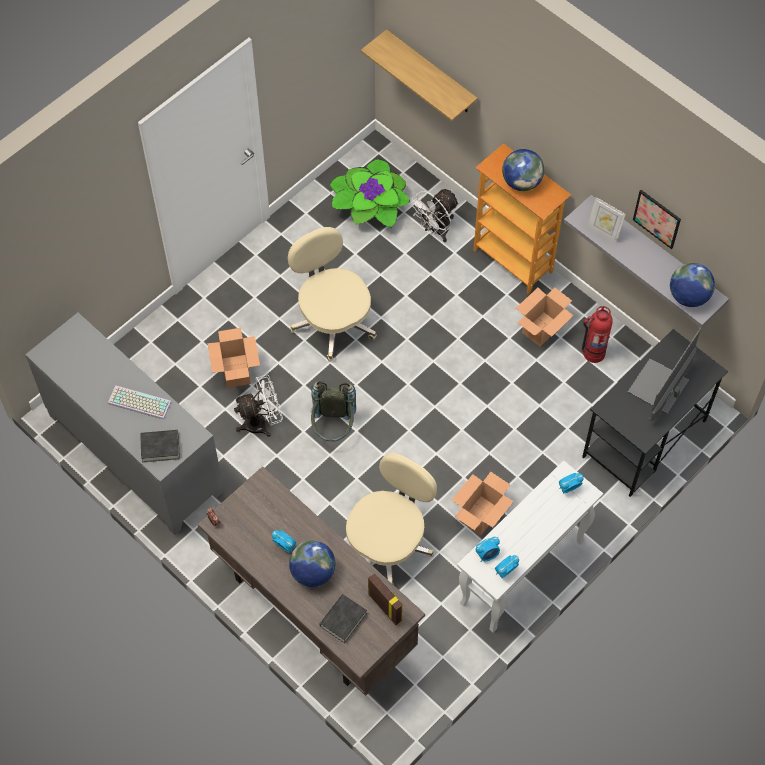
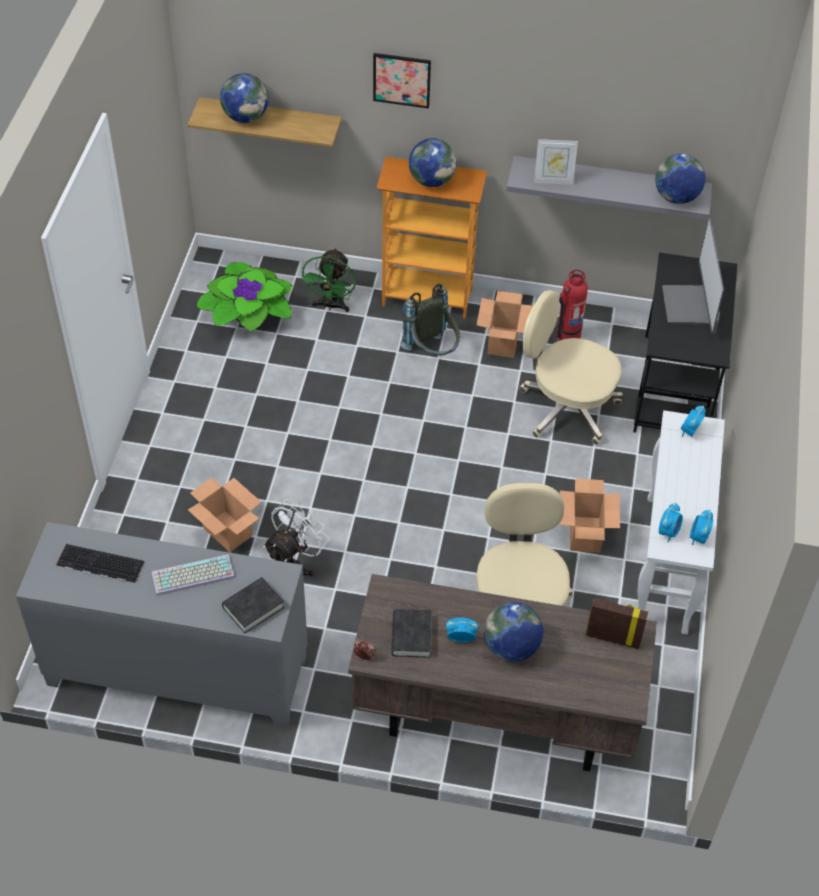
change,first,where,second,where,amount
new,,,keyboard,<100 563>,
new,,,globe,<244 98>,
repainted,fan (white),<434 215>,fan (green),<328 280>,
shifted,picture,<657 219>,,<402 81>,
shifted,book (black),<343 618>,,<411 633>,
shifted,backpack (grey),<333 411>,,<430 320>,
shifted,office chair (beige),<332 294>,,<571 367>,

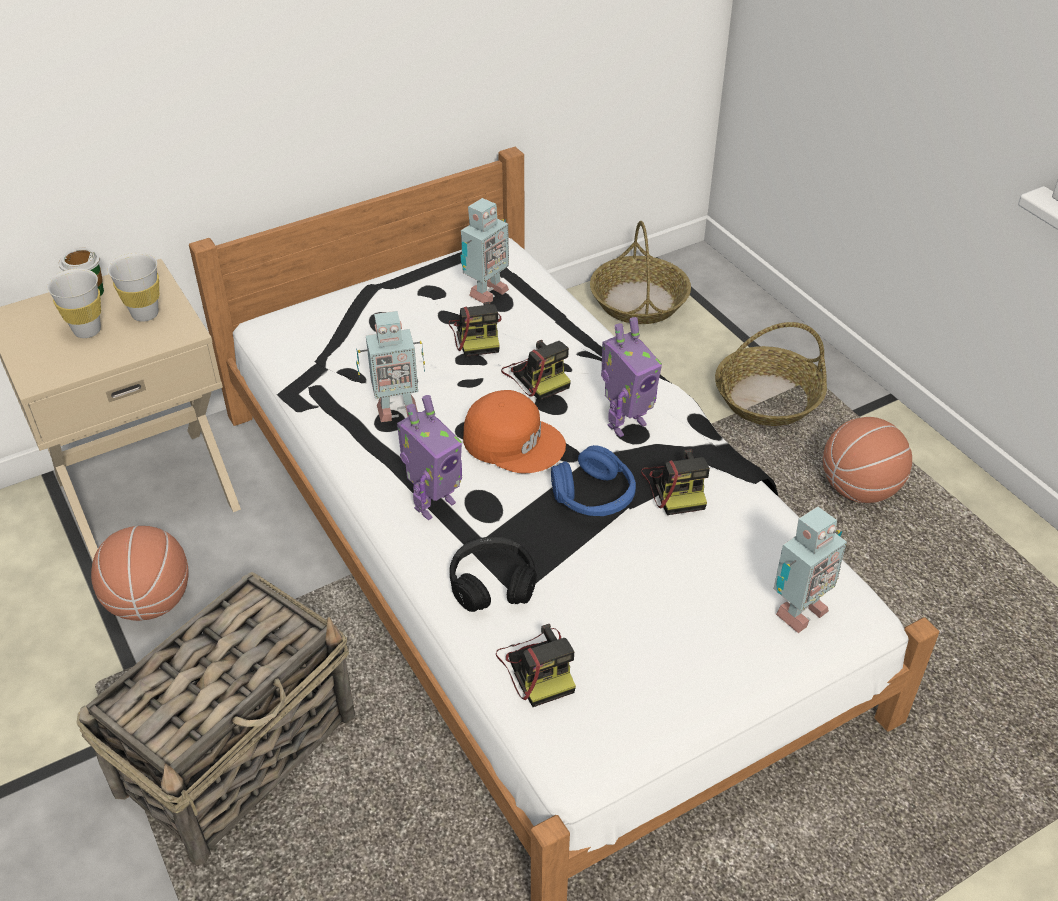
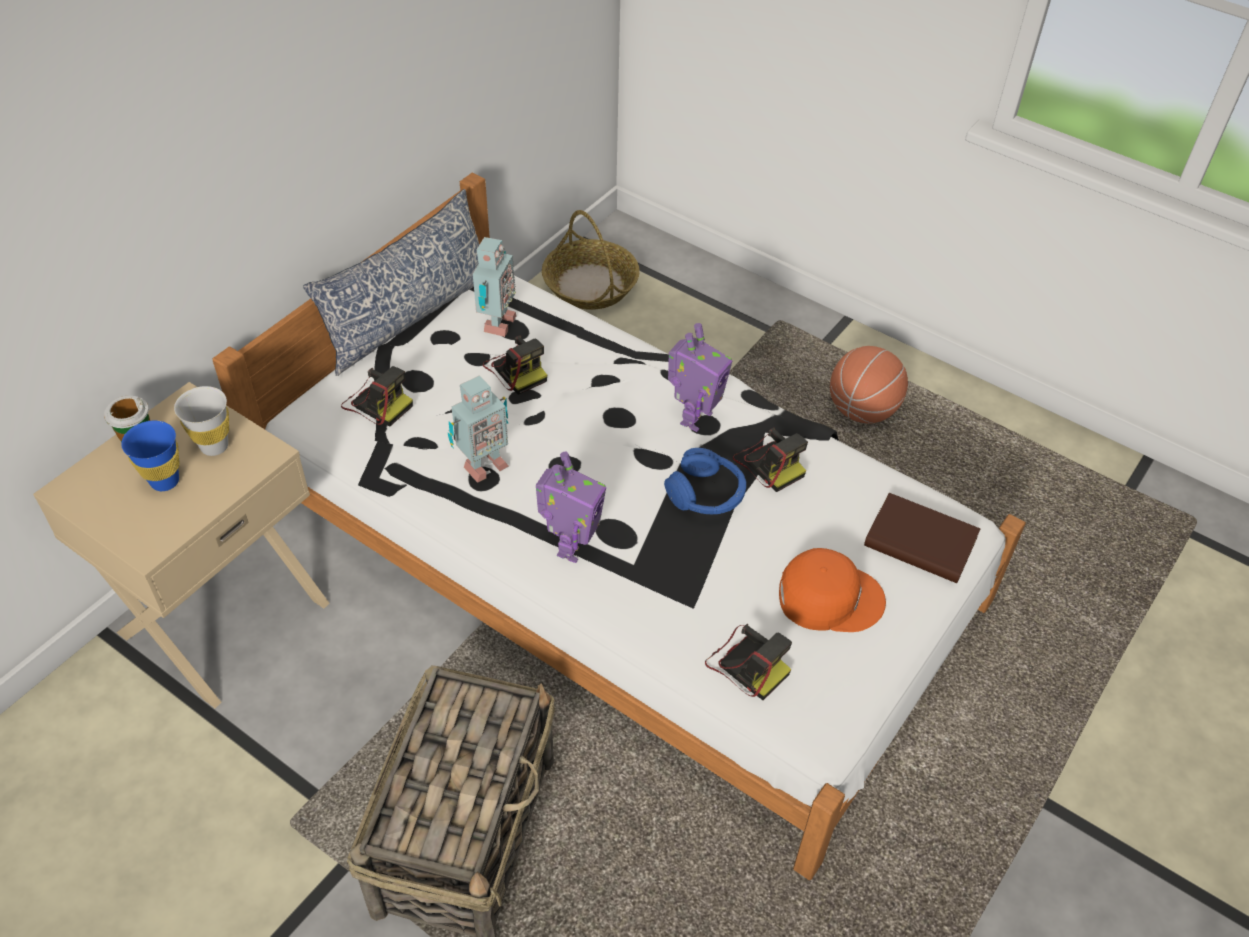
change,first,where,second,where,amount
repainted,cup (white),<74 303>,cup (blue),<150 455>,
new,,,pillow,<391 282>,
shifted,photo camera,<536 370>,,<377 396>,
shifted,cap (orange),<514 431>,,<832 590>,
swapped,toy robot,<810 569>,book (brown),<922 538>,
gone,basketball,<140 573>,,,
gone,headphones (black),<493 574>,,,
gone,basket,<771 374>,,,

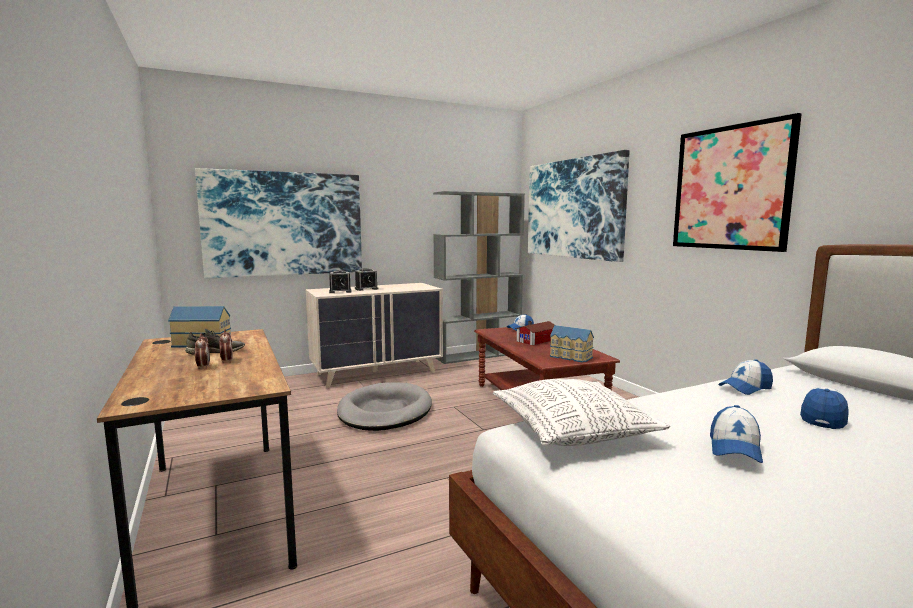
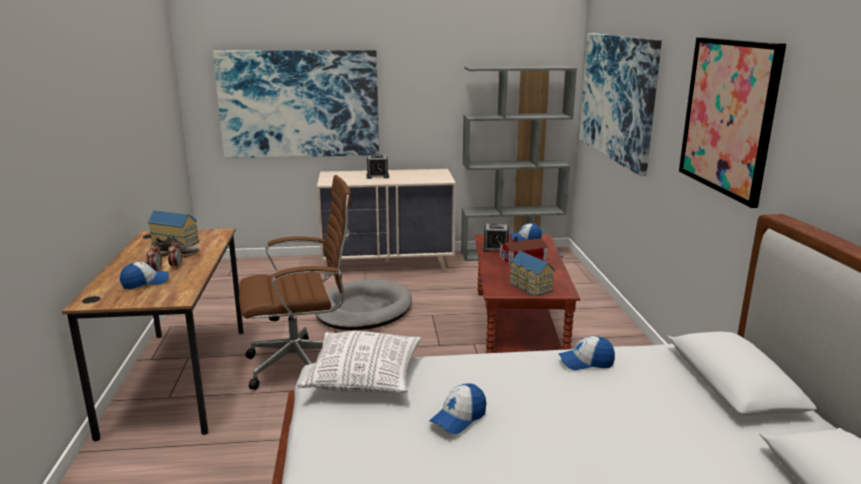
change,first,where,second,where,amount
shifted,cap,<824 408>,,<144 275>,
new,,,office chair (brown),<295 282>,
shifted,alarm clock,<340 281>,,<496 237>,

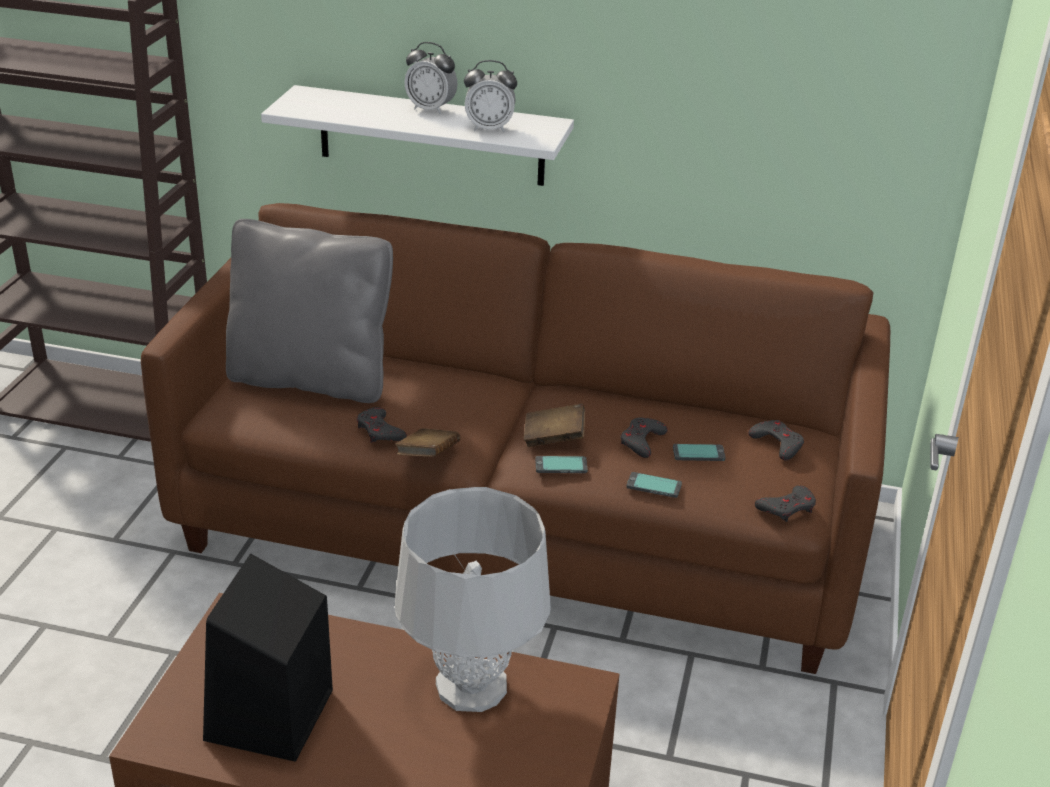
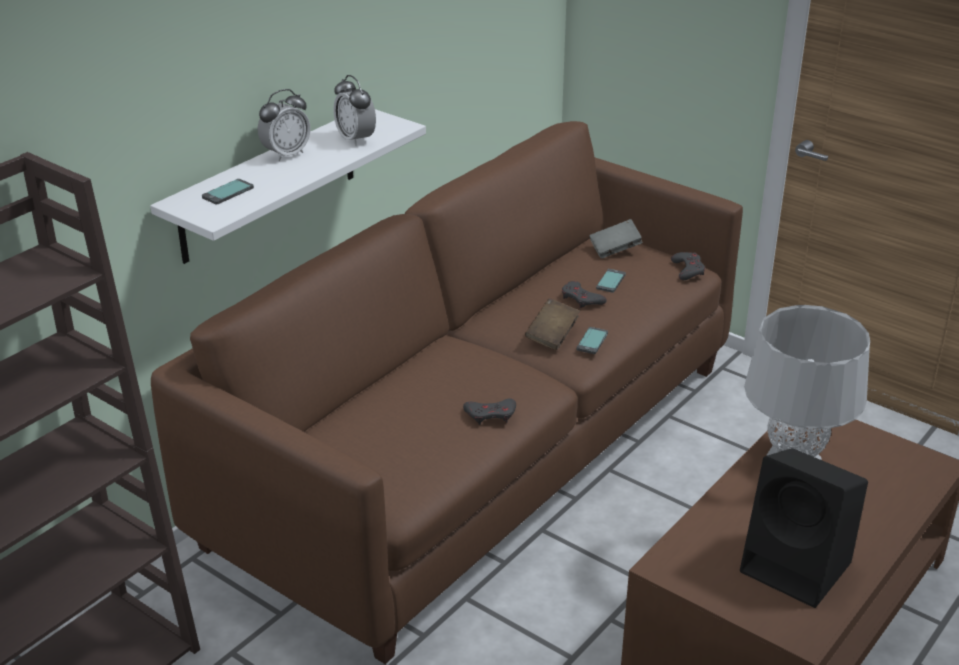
change,first,where,second,where,amount
shifted,phone,<654 485>,,<228 191>,
rotated,alarm clock,<490 96>,,<354 110>,120 degrees clockwise
swapped,game controller (grey),<776 440>,book (grey),<616 239>,
gone,pillow (grey),<309 311>,,,
gone,book (brown),<428 442>,,,

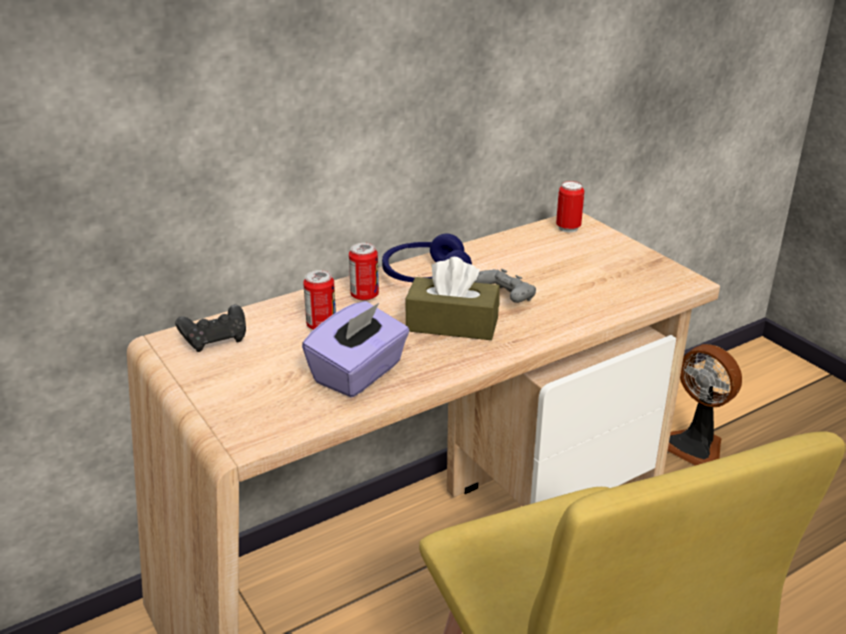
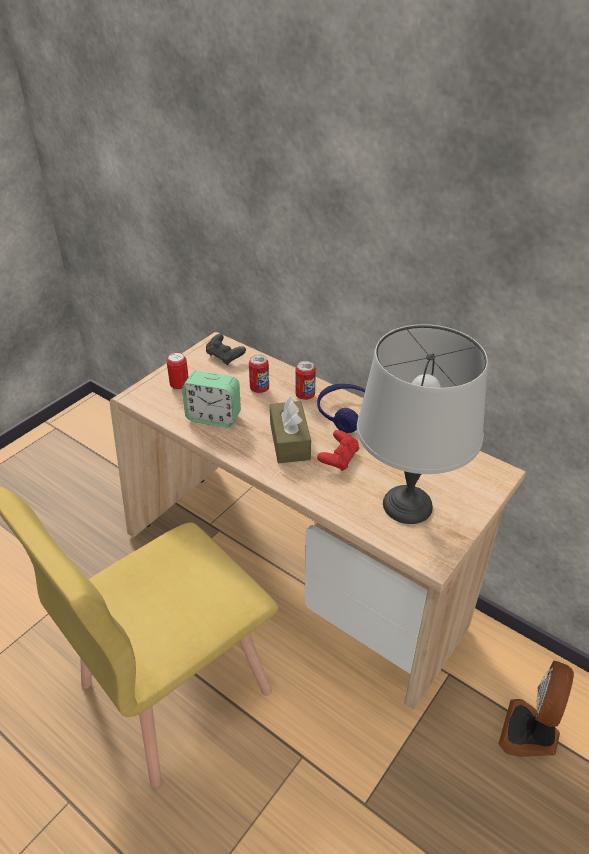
change,first,where,second,where,amount
shifted,can,<570 207>,,<177 371>,
swapped,tissue box (purple),<356 349>,alarm clock,<211 399>,
repainted,game controller (grey),<505 286>,game controller (red),<338 450>,
new,,,table lamp (grey),<422 424>,

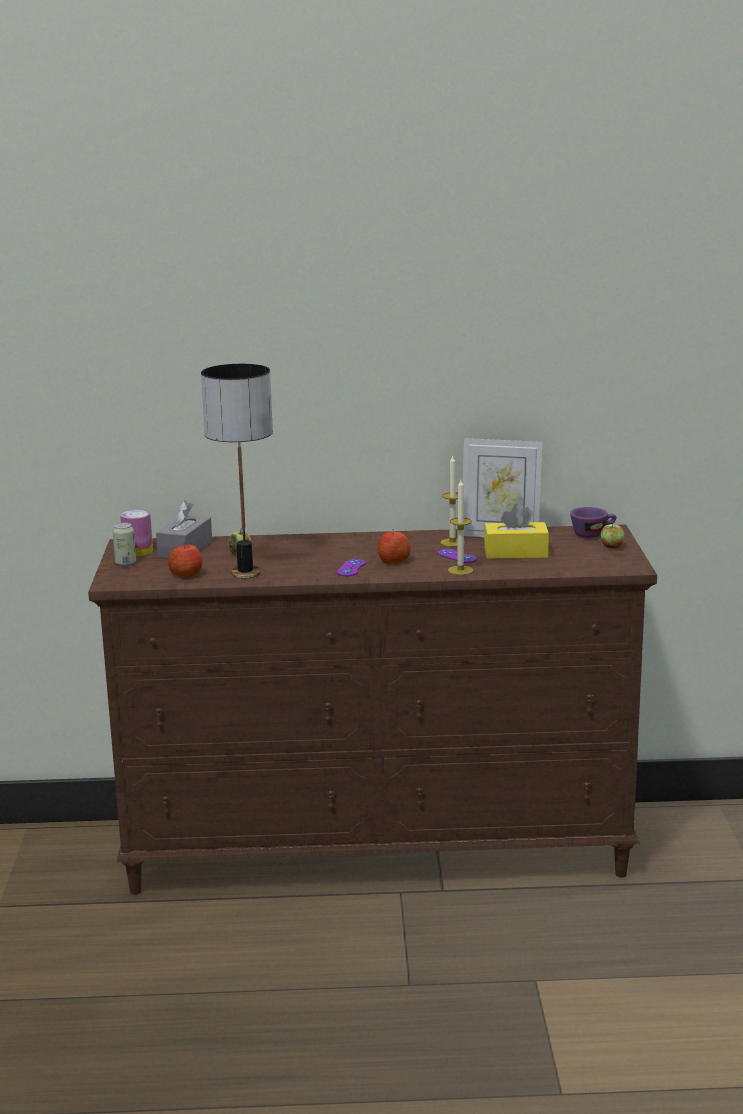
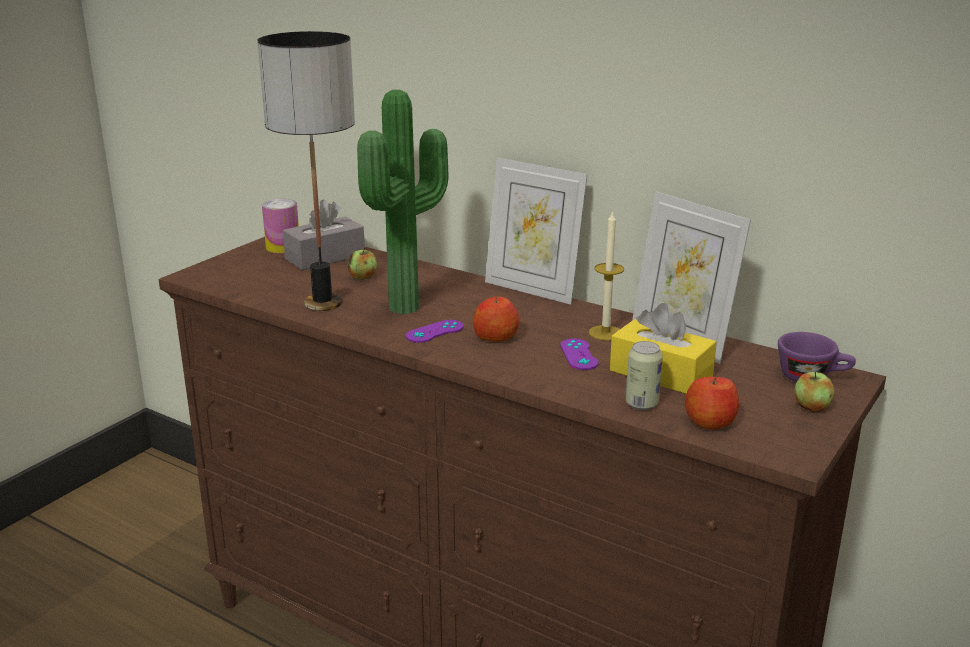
change,first,where,second,where,amount
new,,,potted plant,<403 201>,
new,,,picture frame,<536 231>,
shifted,can,<124 544>,,<644 375>,
shifted,apple,<185 560>,,<712 401>,
gone,candle,<460 527>,,,

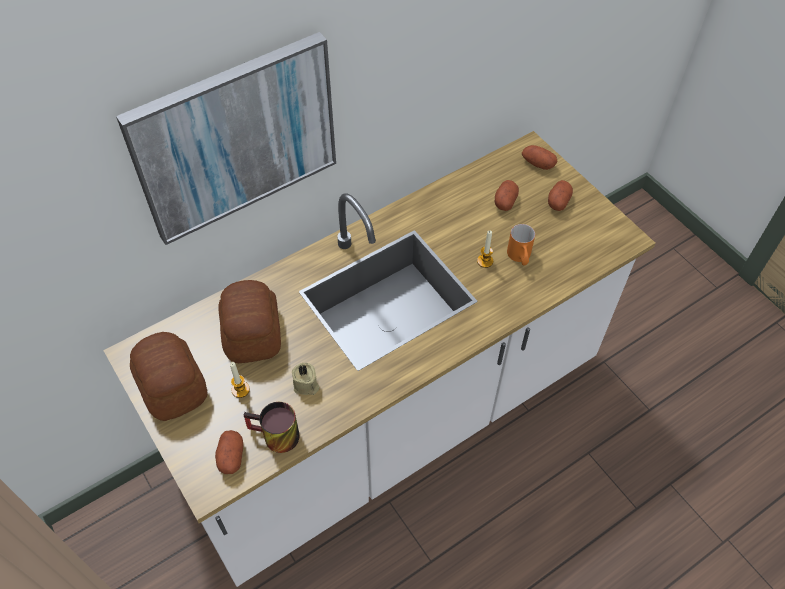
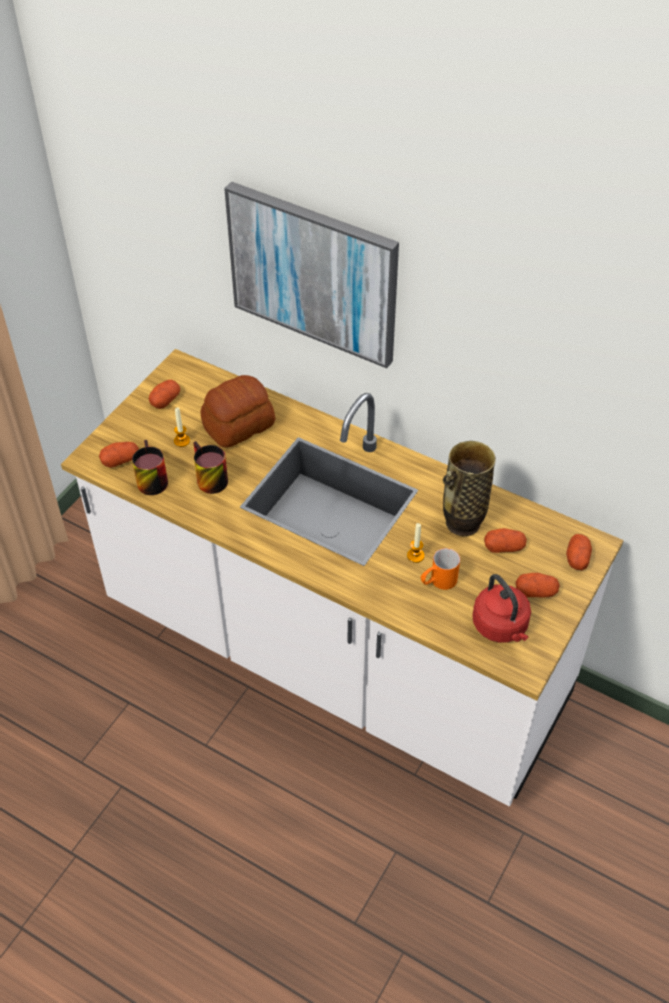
change,first,where,second,where,amount
swapped,bread,<168 376>,potato,<164 394>,
swapped,candle (beige),<305 379>,mug,<210 467>,
new,,,vase,<469 488>,
new,,,kettle (red),<501 608>,

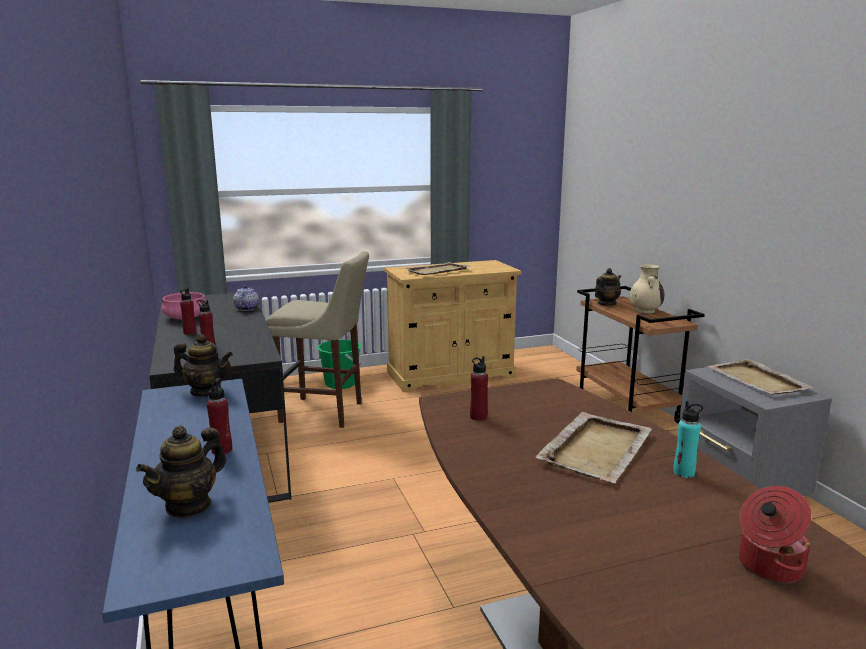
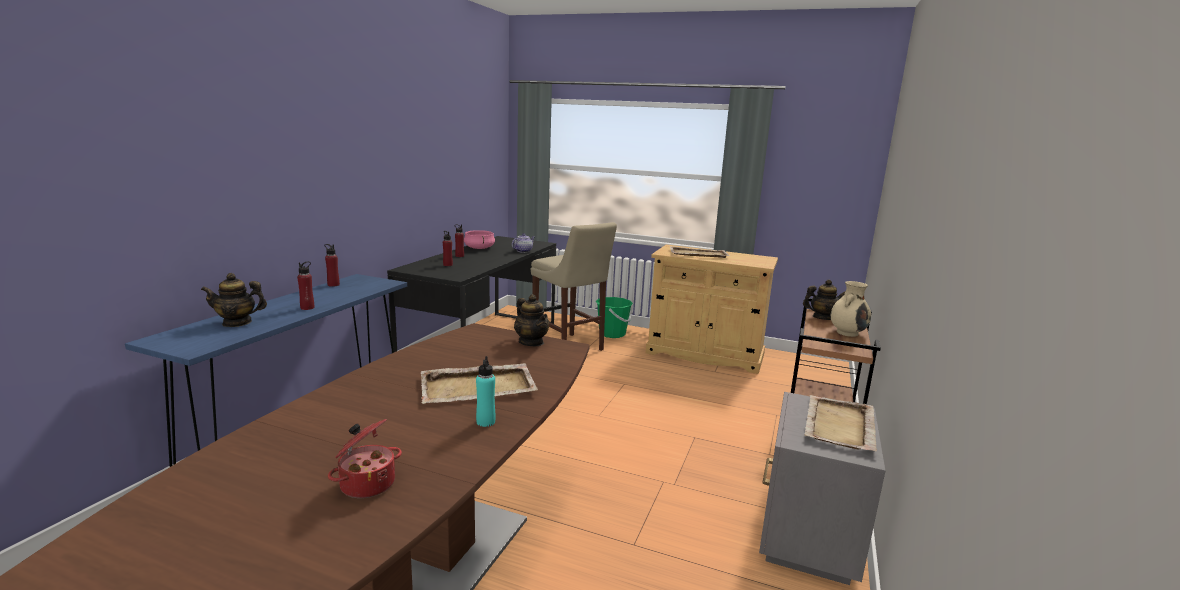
change,first,where,second,where,amount
shifted,bottle (red),<479 388>,,<332 265>,
shifted,teapot,<203 365>,,<531 320>,

